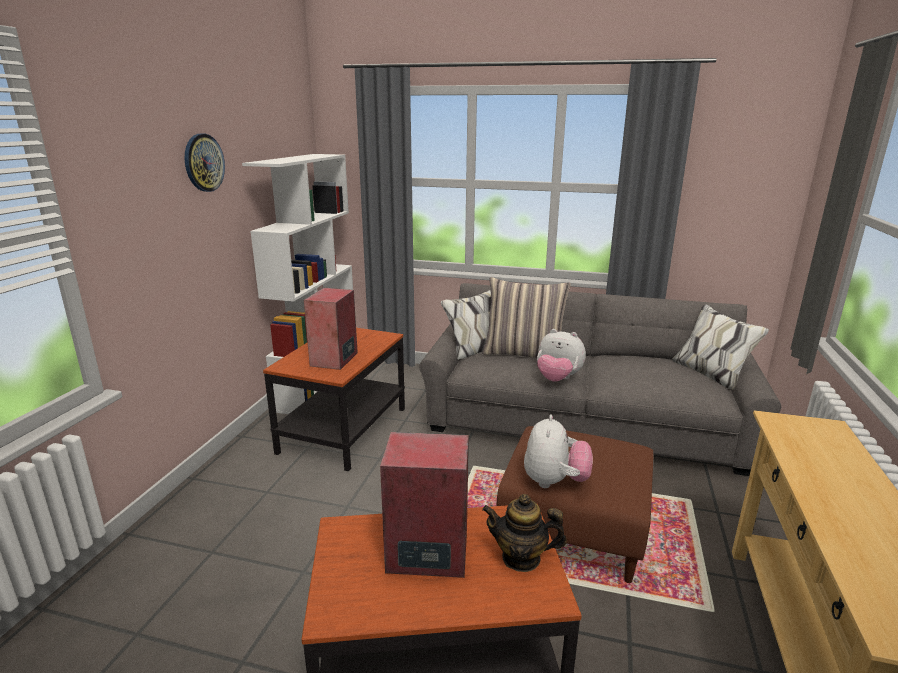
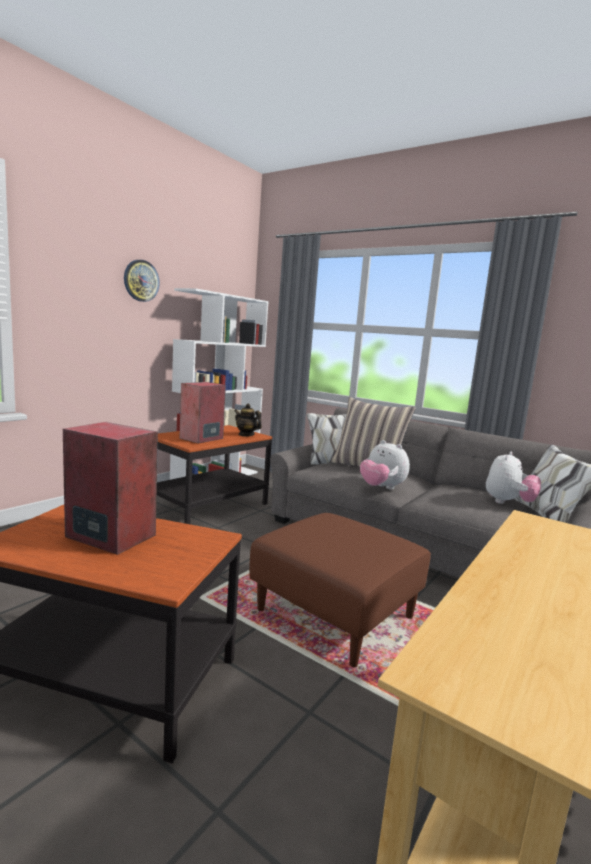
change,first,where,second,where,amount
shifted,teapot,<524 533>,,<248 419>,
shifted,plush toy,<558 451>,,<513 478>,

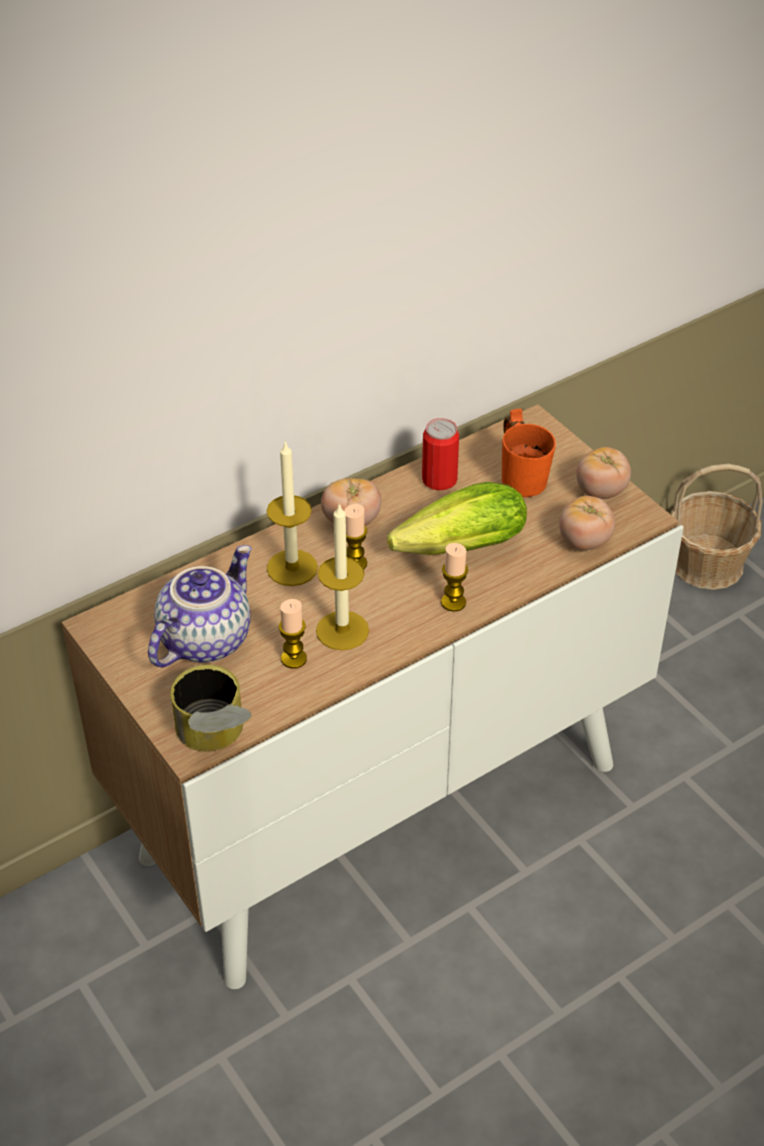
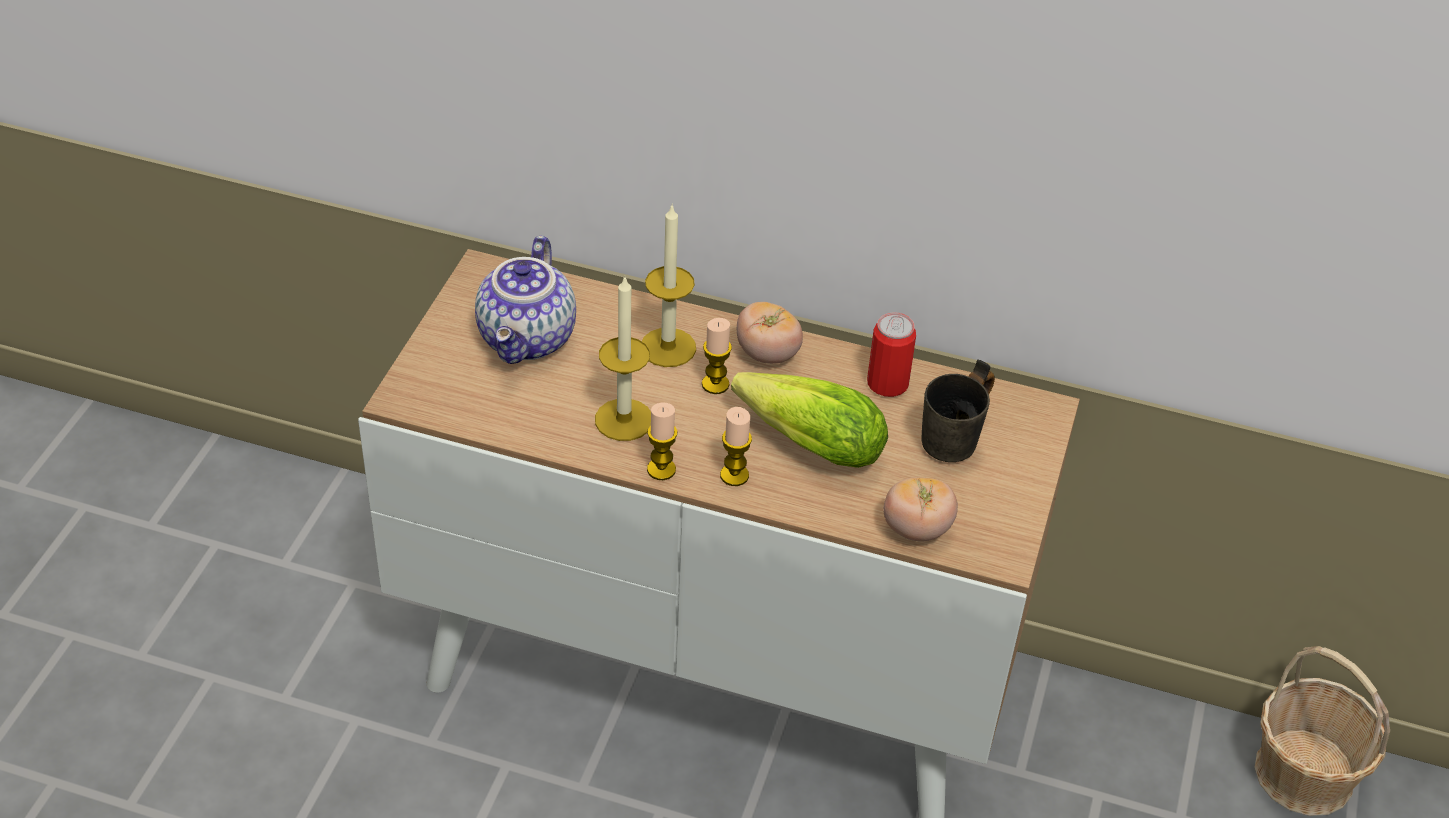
change,first,where,second,where,amount
rotated,teapot,<200 606>,,<525 299>,105 degrees clockwise
shifted,candle,<293 634>,,<662 441>,
repainted,mug (orange),<529 453>,mug (grey),<958 411>,
gone,can,<211 708>,,,
gone,tomato,<603 473>,,,

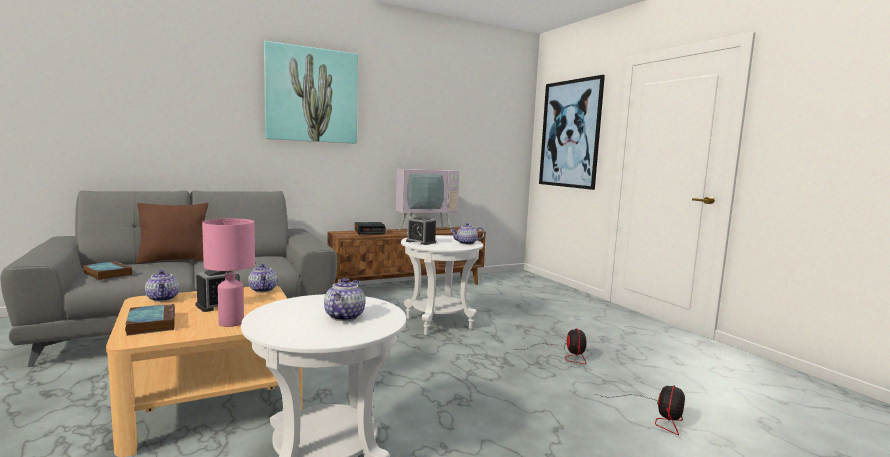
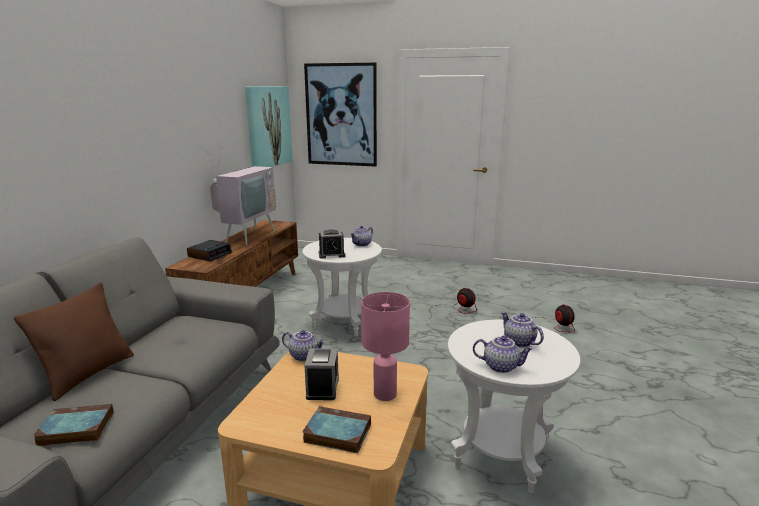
change,first,where,second,where,amount
shifted,picture,<311 92>,,<269 126>,
shifted,teapot,<162 286>,,<503 354>,

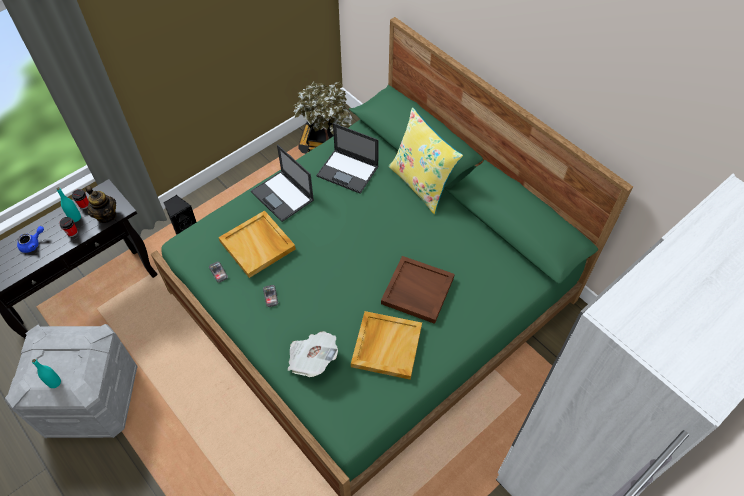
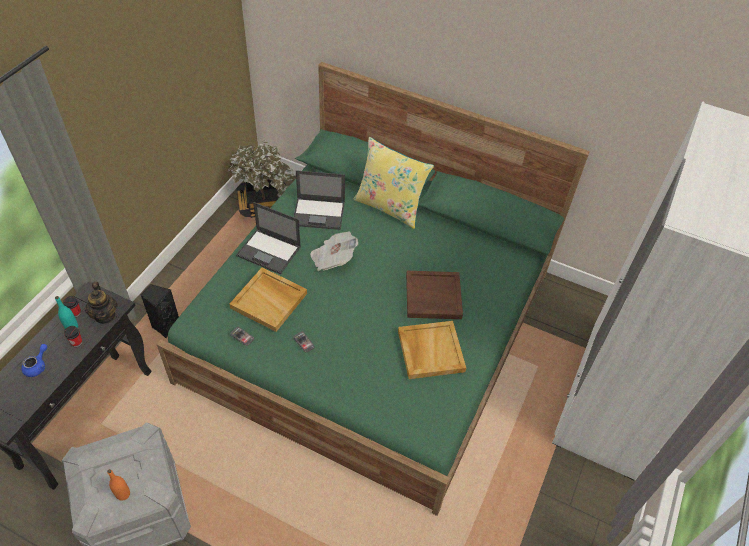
change,first,where,second,where,amount
rotated,teapot,<101 204>,,<101 303>,45 degrees clockwise
repainted,bottle (turquoise),<46 373>,bottle (orange),<118 485>,
shifted,newspaper,<312 354>,,<334 251>,

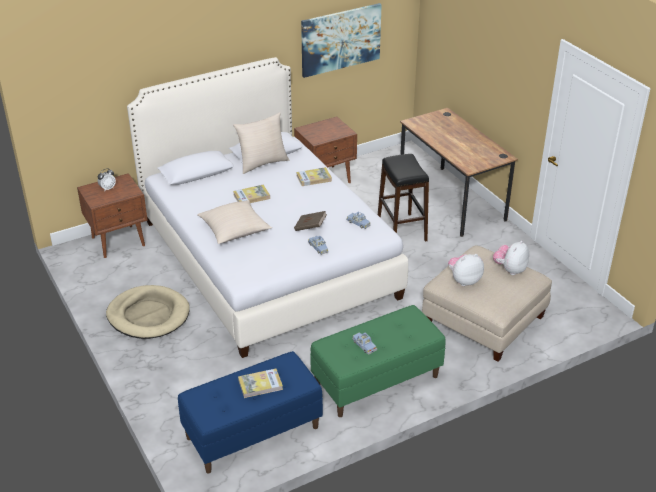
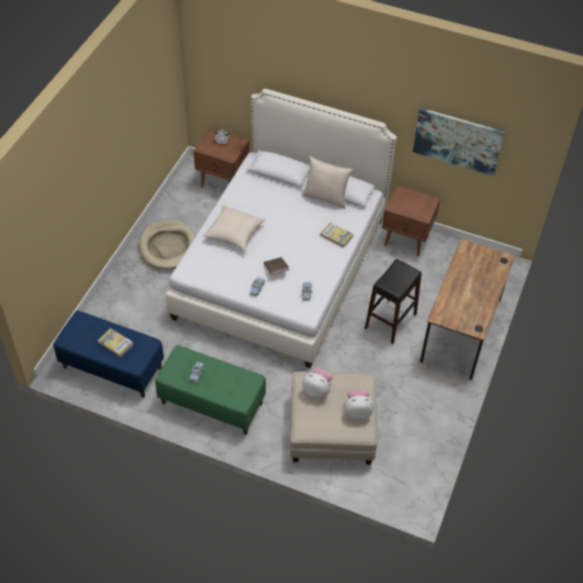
change,first,where,second,where,amount
gone,book,<251 194>,,,

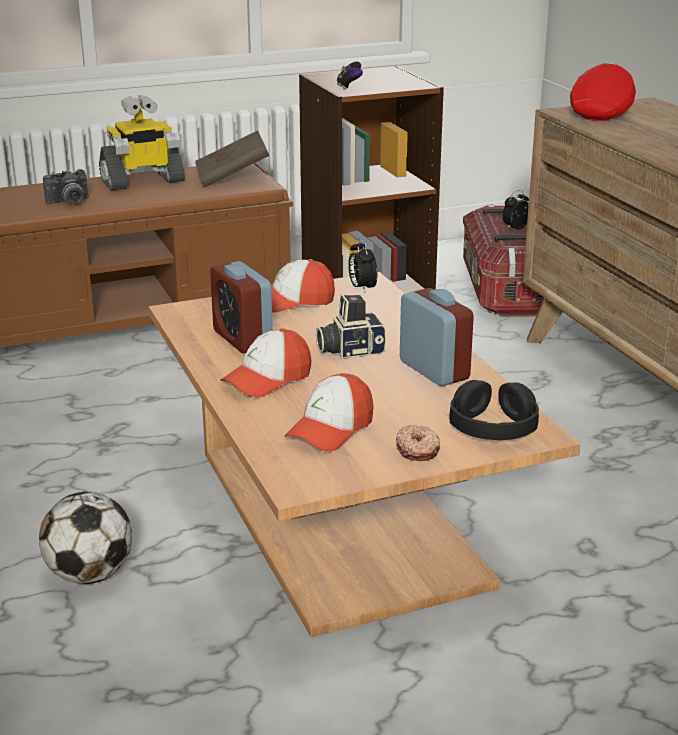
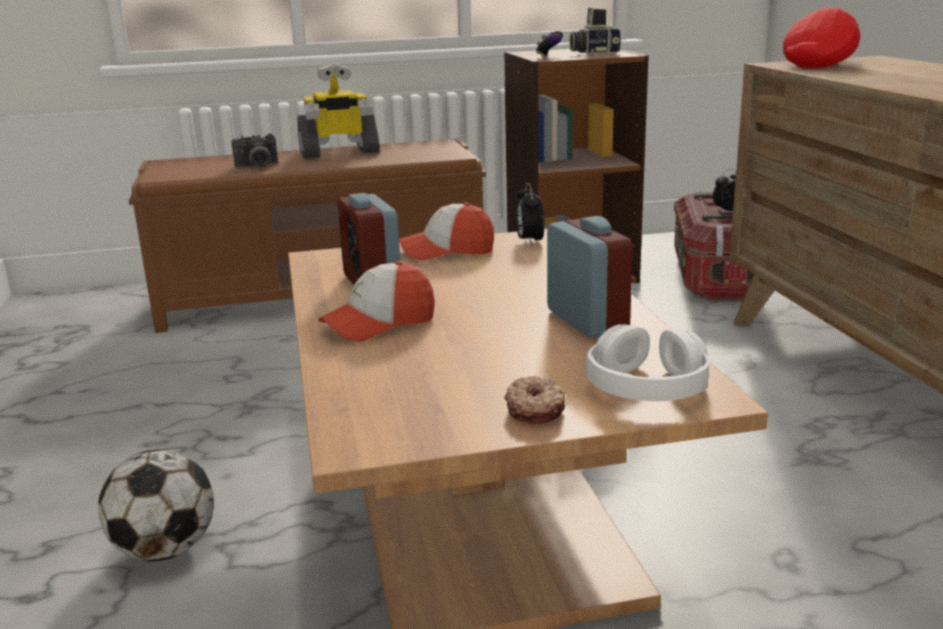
change,first,where,second,where,amount
shifted,photo camera,<351 326>,,<595 30>,
repainted,headphones (black),<494 410>,headphones (white),<647 362>,
gone,book (brown),<232 159>,,,
gone,cap,<329 412>,,,

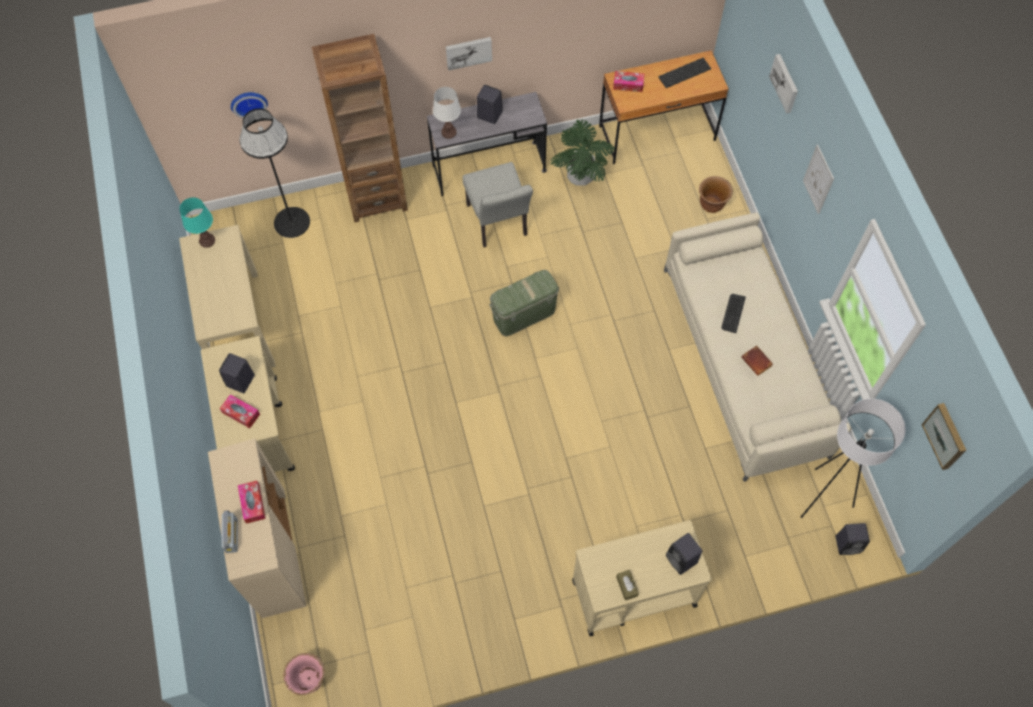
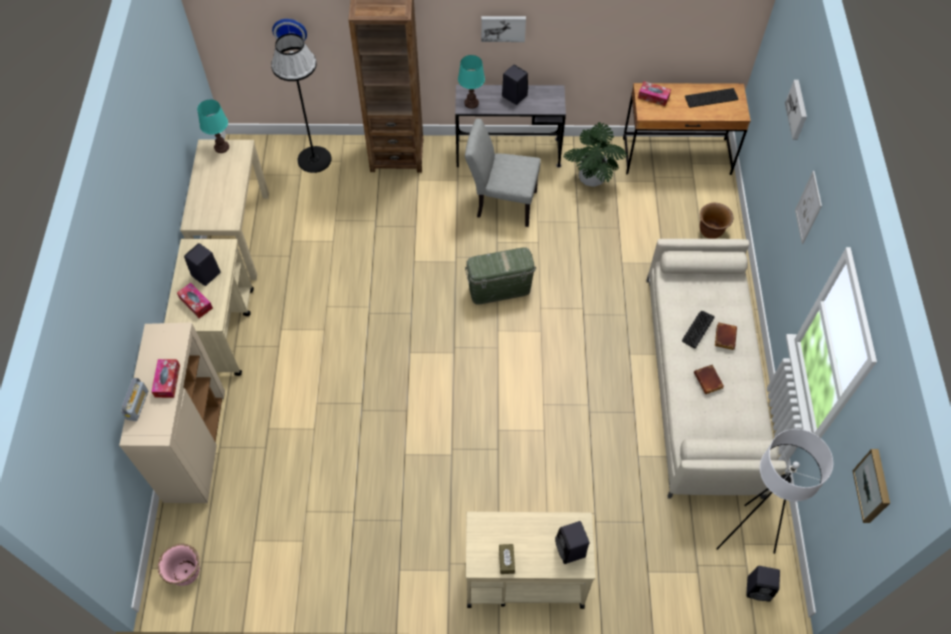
change,first,where,second,where,amount
repainted,table lamp (white),<447 113>,table lamp (turquoise),<471 82>,
rotated,chair (grey),<498 204>,,<503 173>,105 degrees clockwise
new,,,book (brown),<726 336>,

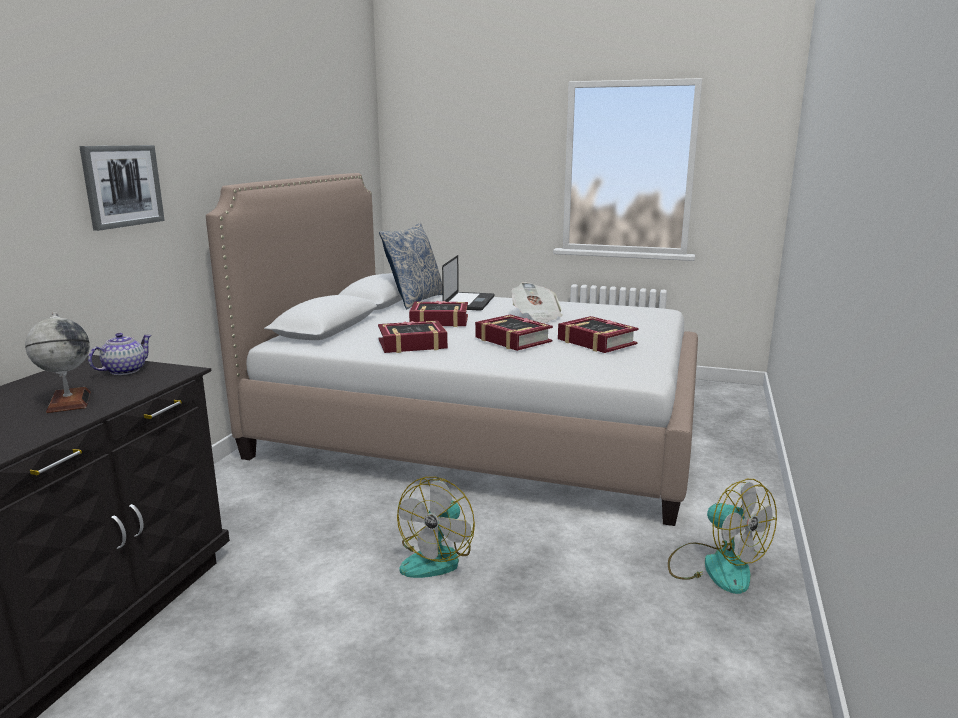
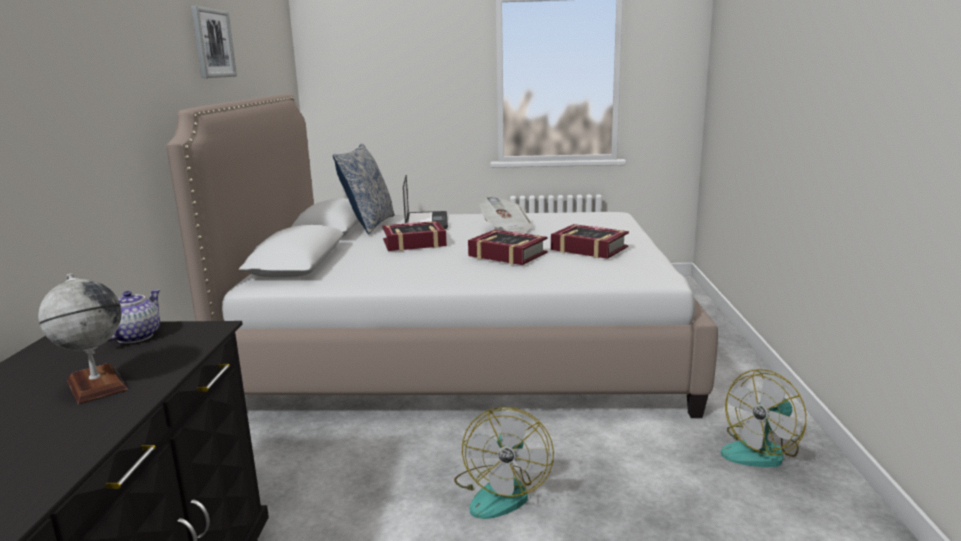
change,first,where,second,where,amount
shifted,picture,<122 188>,,<214 42>,
rotated,fan,<722 536>,,<763 418>,105 degrees clockwise
gone,book,<413 336>,,,

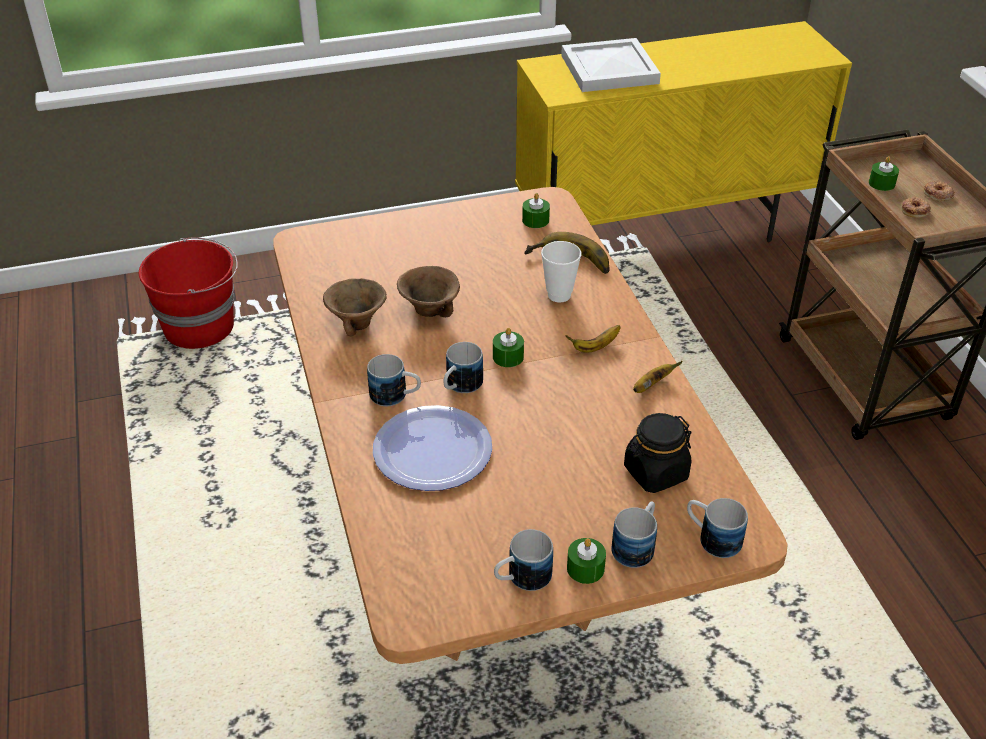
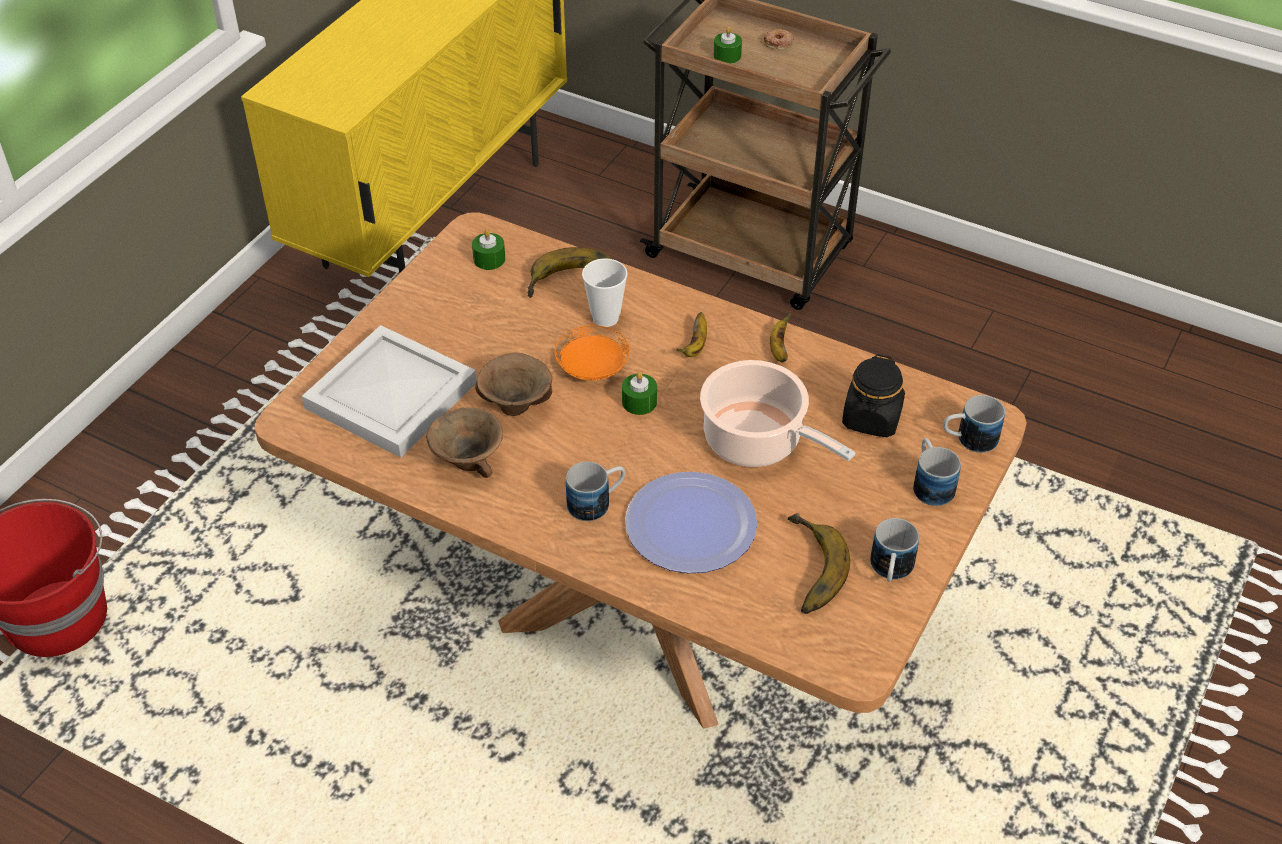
change,first,where,second,where,amount
shifted,tray (white),<611 65>,,<389 391>,
new,,,plate (orange),<592 352>,
new,,,cooking pot,<777 413>,
new,,,banana,<819 563>,
gone,mug,<463 367>,,,
gone,candle (green),<586 561>,,,
gone,donut,<916 207>,,,

